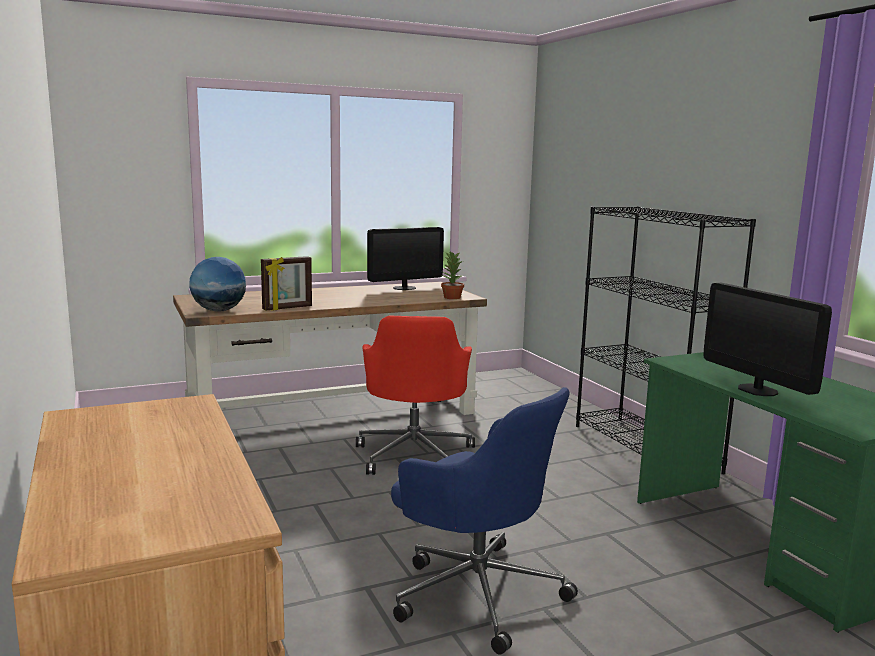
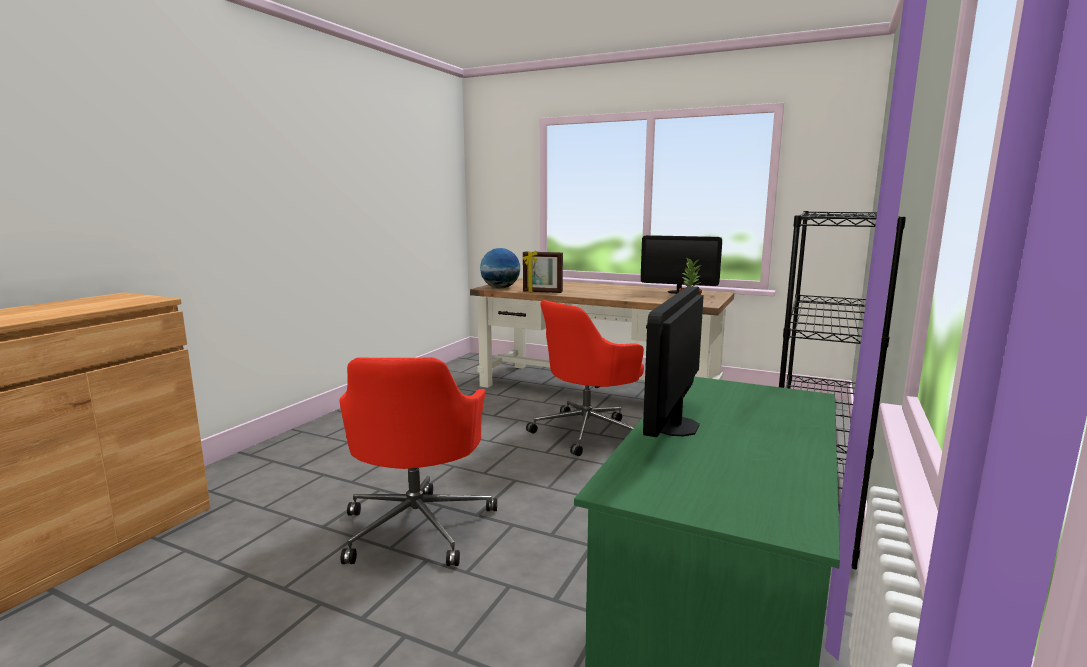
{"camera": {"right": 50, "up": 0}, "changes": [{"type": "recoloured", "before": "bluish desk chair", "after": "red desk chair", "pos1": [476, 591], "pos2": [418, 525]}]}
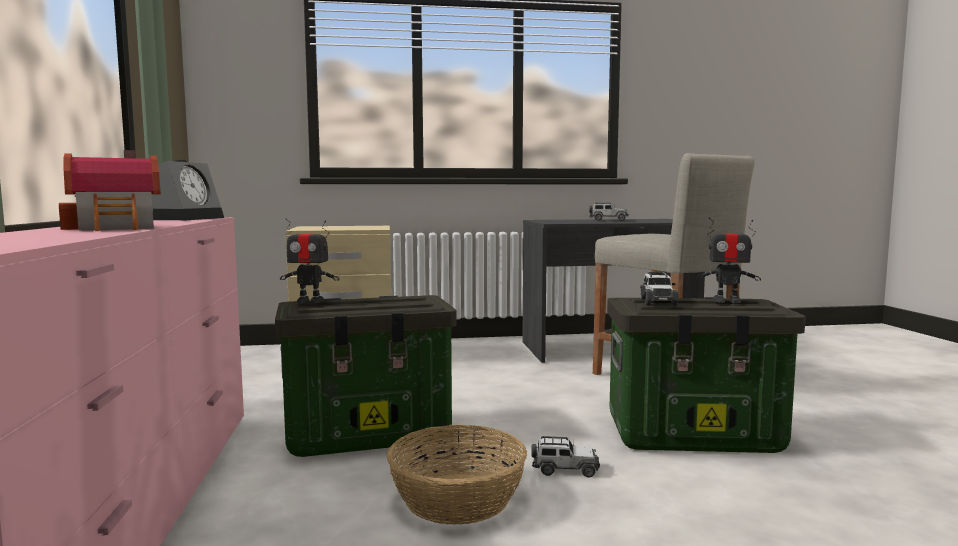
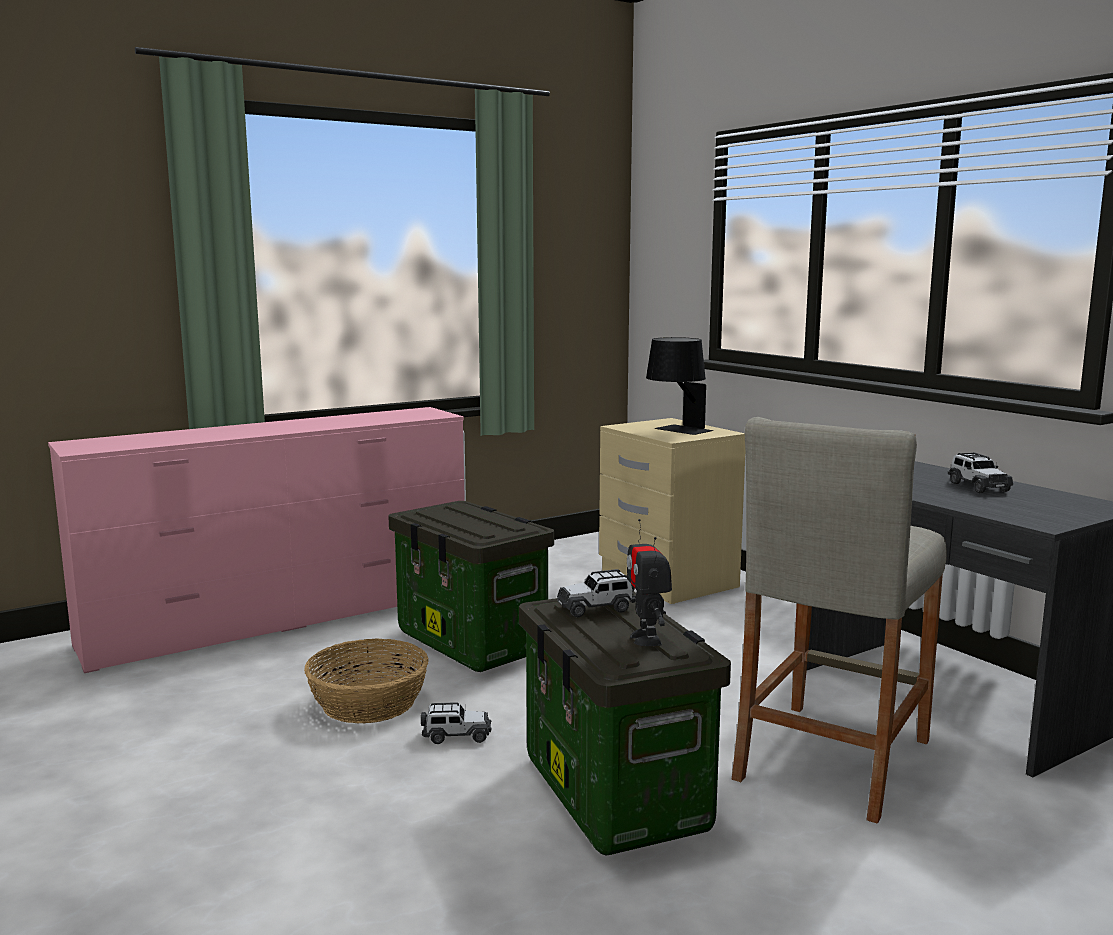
{"camera": {"right": 65, "up": 5}, "changes": [{"type": "removed", "before": "miniature house", "pos1": [120, 228]}, {"type": "removed", "before": "alarm clock", "pos1": [187, 218]}, {"type": "removed", "before": "toy robot", "pos1": [309, 301]}, {"type": "turned", "before": "miniature car", "pos1": [565, 469], "pos2": [456, 735], "turn": -75}, {"type": "added", "after": "black tabletop lamp", "pos2": [676, 431]}]}
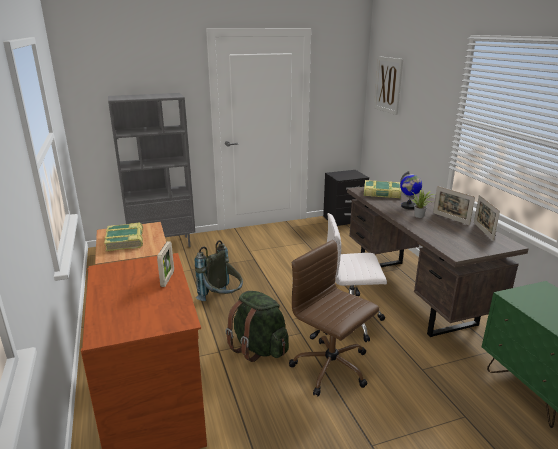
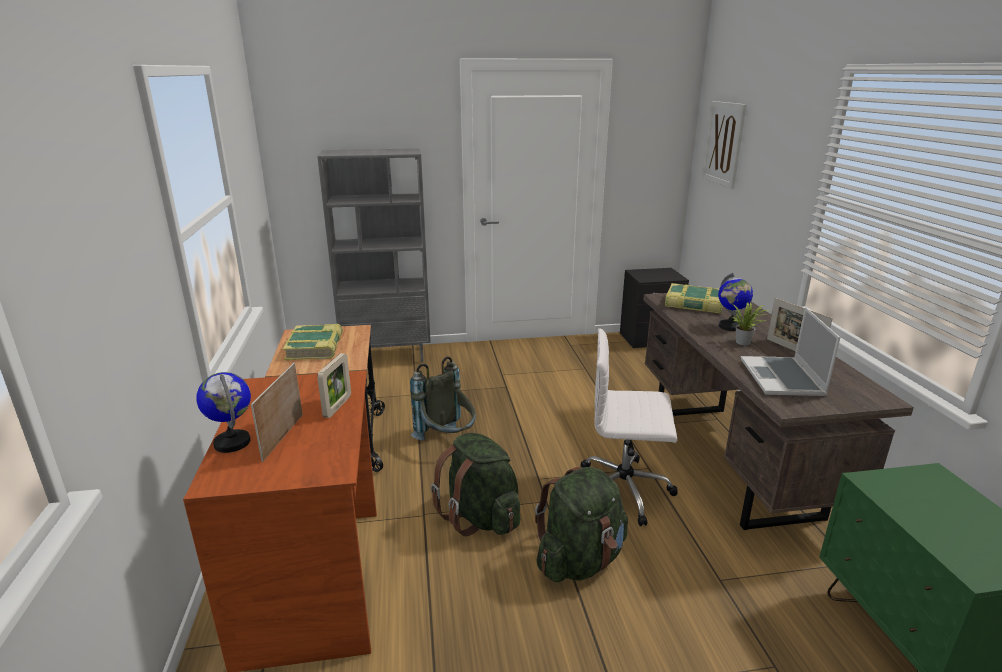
{"camera": {"right": 10, "up": 0}, "changes": [{"type": "replaced", "before": "brownish desk chair", "after": "green-coloured backpack", "pos1": [332, 368], "pos2": [580, 560]}, {"type": "moved", "before": "photo frame", "pos1": [483, 231], "pos2": [283, 436]}, {"type": "added", "after": "world globe", "pos2": [232, 442]}, {"type": "added", "after": "portable computer", "pos2": [783, 378]}]}
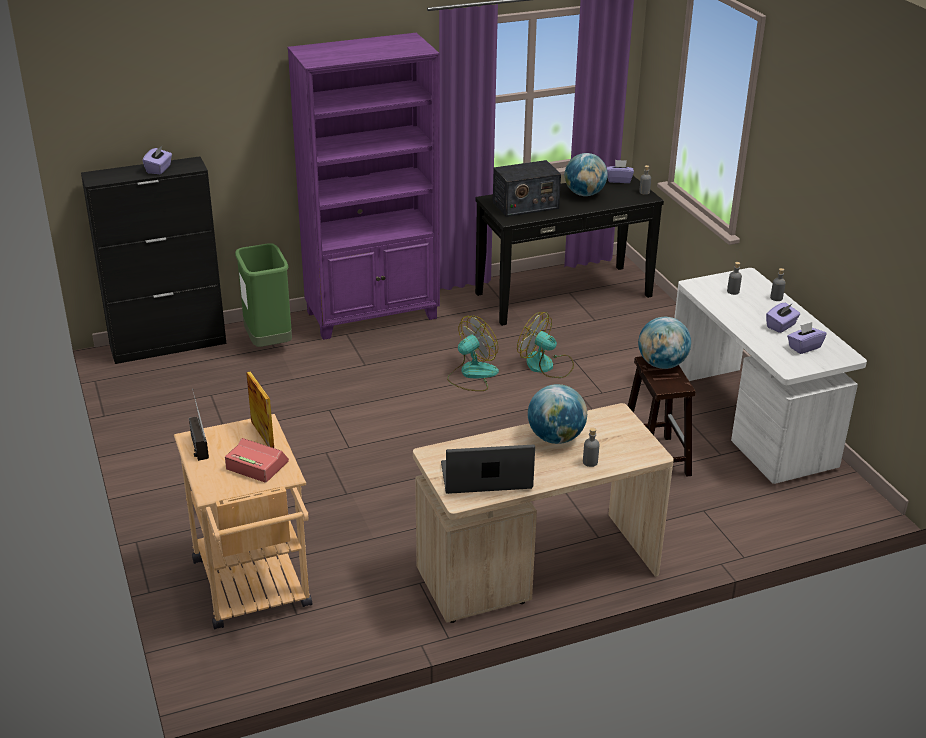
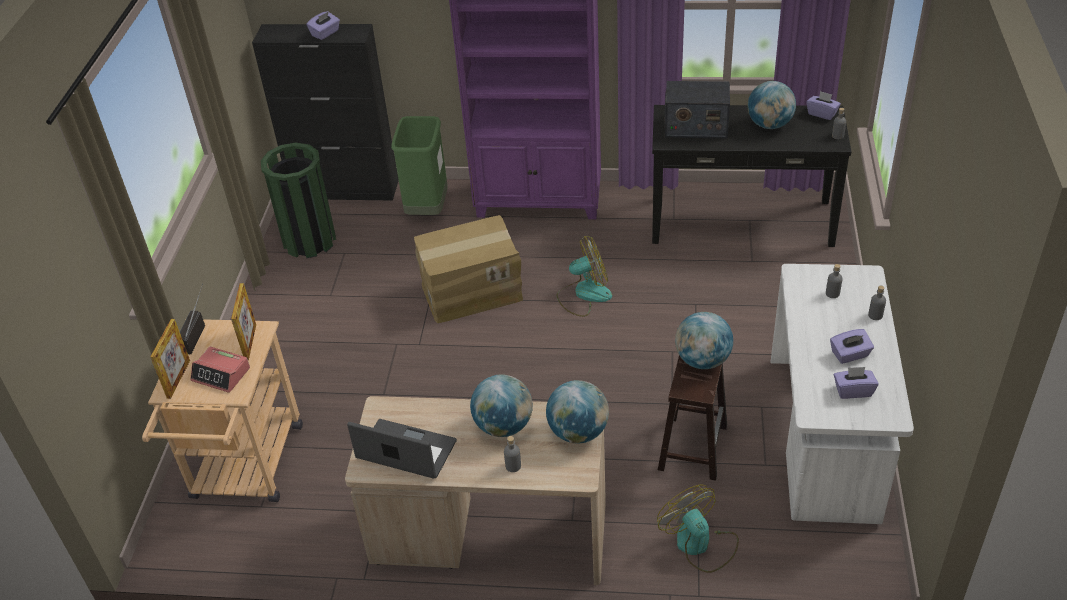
{"camera": {"right": 30, "up": 10}, "changes": [{"type": "turned", "before": "alarm clock", "pos1": [256, 465], "pos2": [221, 374], "turn": 150}, {"type": "moved", "before": "electric fan", "pos1": [546, 366], "pos2": [699, 544]}, {"type": "added", "after": "photo frame", "pos2": [178, 379]}, {"type": "added", "after": "green-coloured waste bin", "pos2": [309, 241]}, {"type": "added", "after": "carton", "pos2": [471, 291]}, {"type": "added", "after": "world globe", "pos2": [578, 432]}]}
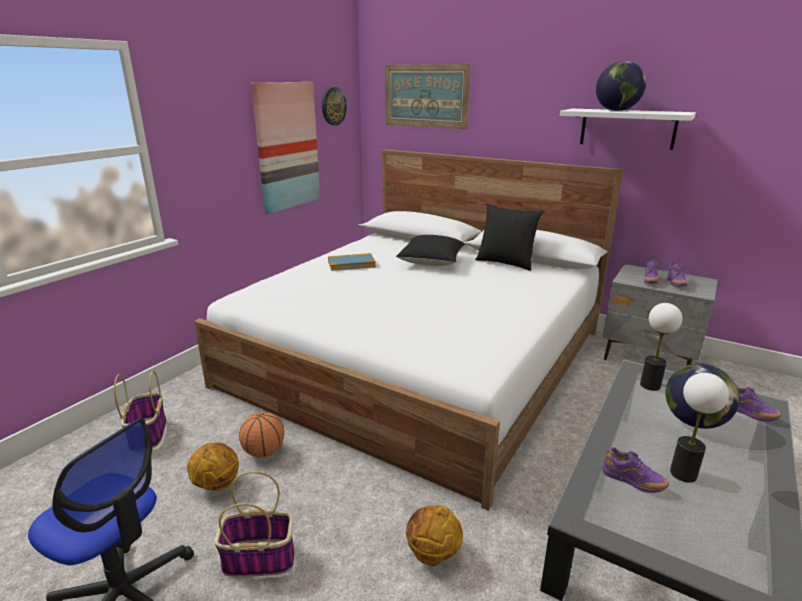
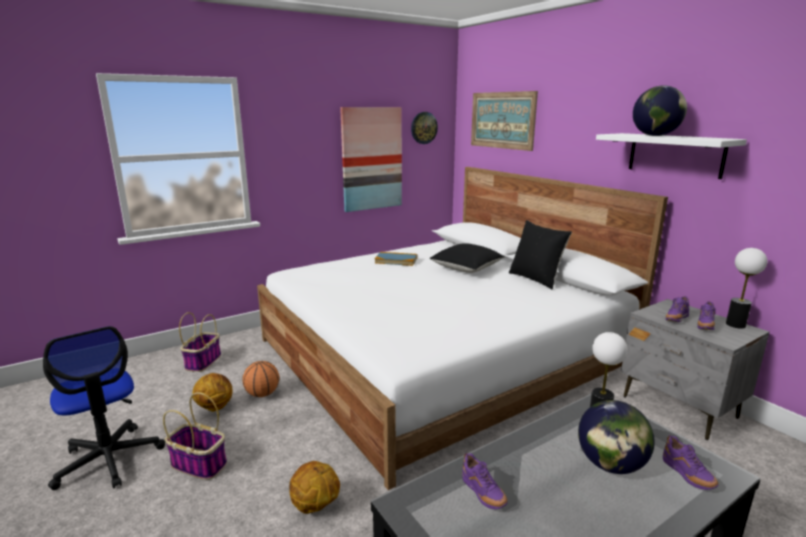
{"camera": {"right": 25, "up": -5}, "changes": [{"type": "moved", "before": "tabletop lamp", "pos1": [683, 474], "pos2": [736, 325]}]}
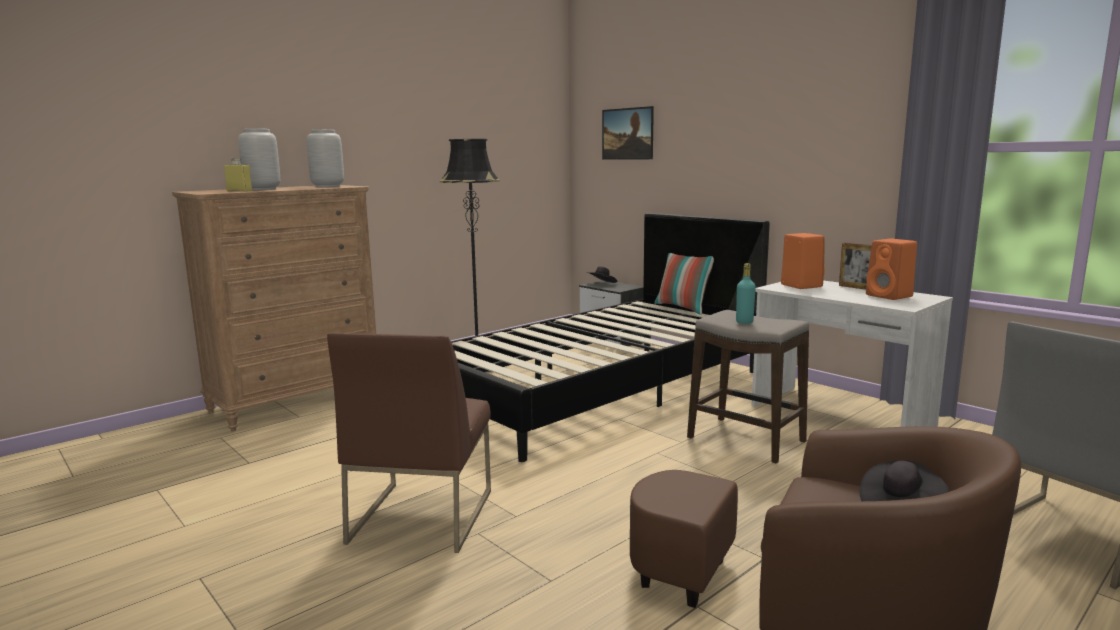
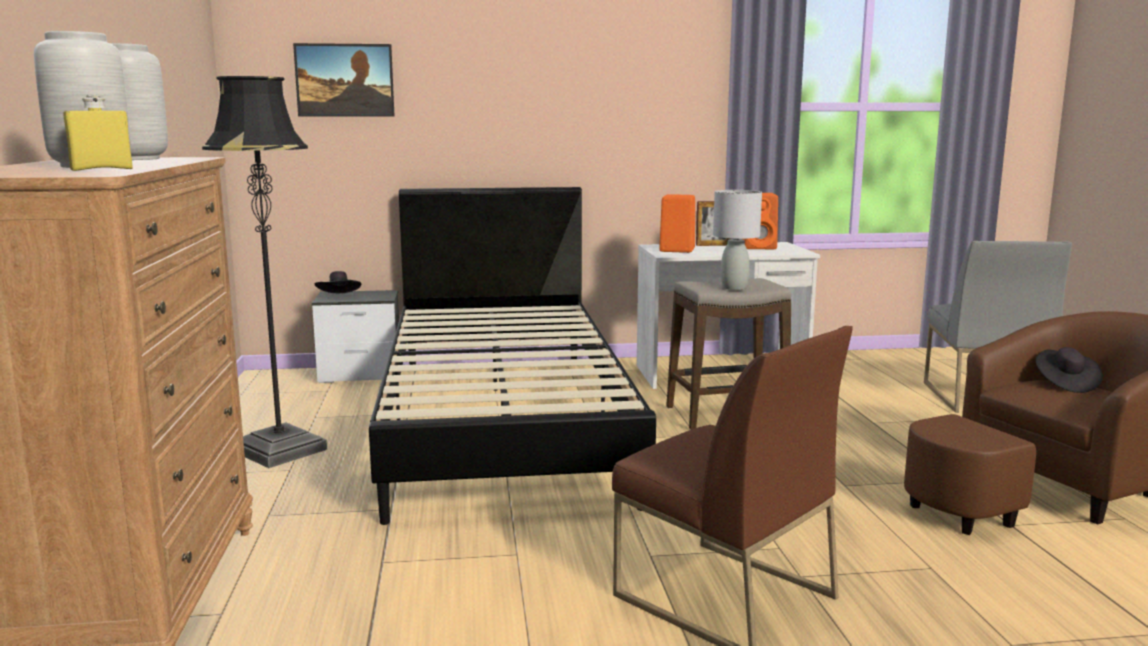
{"camera": {"right": -55, "up": 0}, "changes": [{"type": "removed", "before": "pillow", "pos1": [683, 308]}, {"type": "replaced", "before": "blue-green drink bottle", "after": "gray tabletop lamp", "pos1": [744, 322], "pos2": [734, 287]}]}
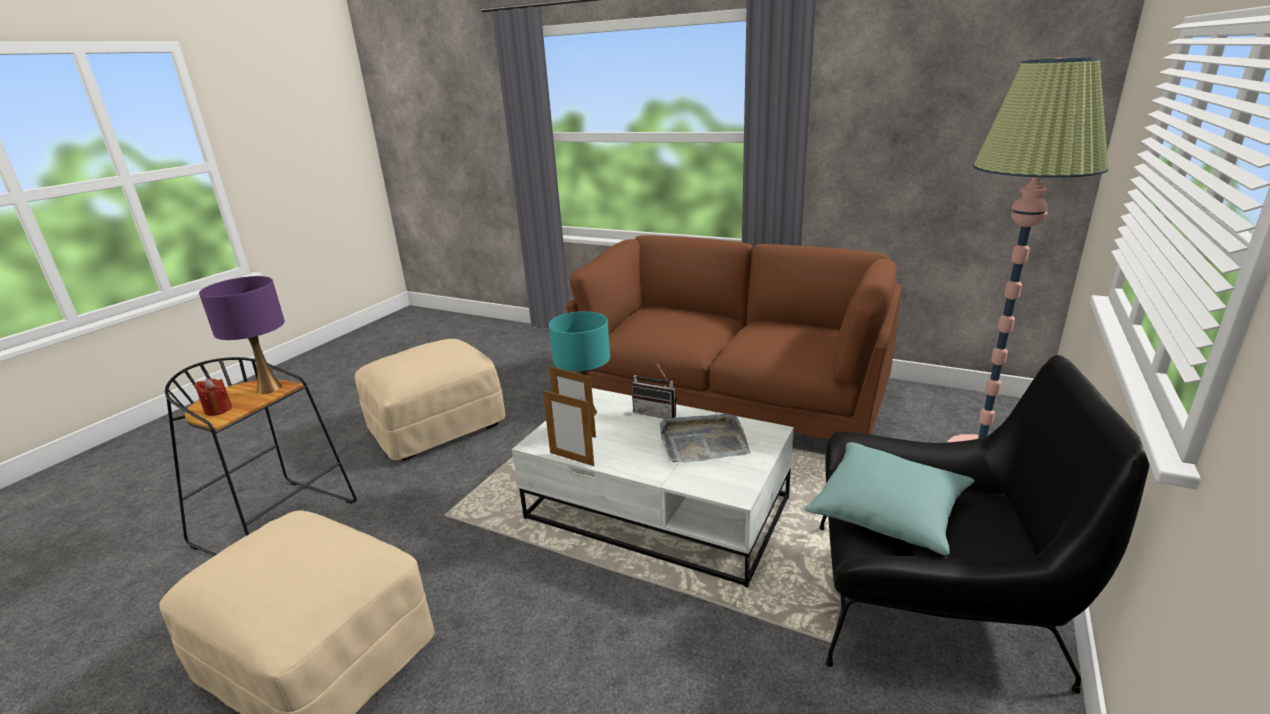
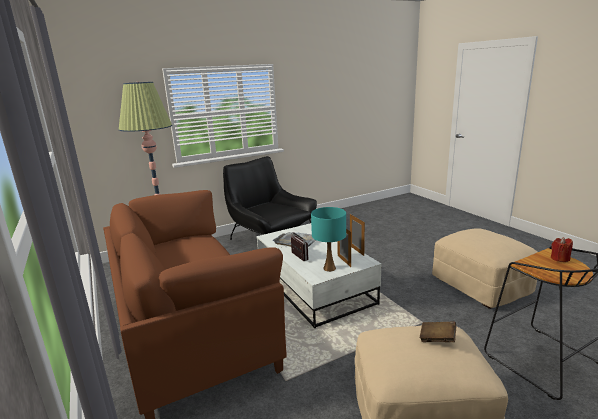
{"camera": {"right": -145, "up": -5}, "changes": [{"type": "removed", "before": "purplish tabletop lamp", "pos1": [269, 389]}, {"type": "removed", "before": "blue-green pillow", "pos1": [888, 512]}, {"type": "added", "after": "brownish bound book", "pos2": [437, 339]}]}
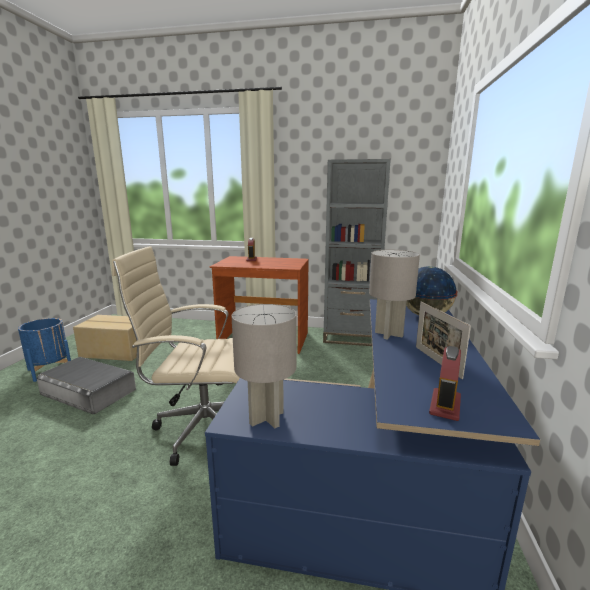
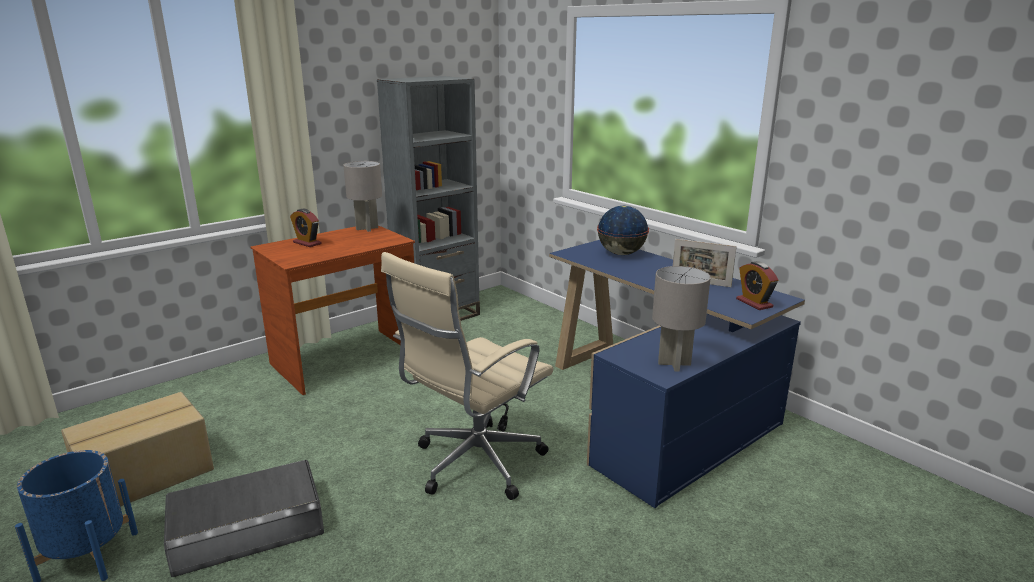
{"camera": {"right": -50, "up": 5}, "changes": [{"type": "moved", "before": "gray tabletop lamp", "pos1": [389, 334], "pos2": [367, 228]}]}
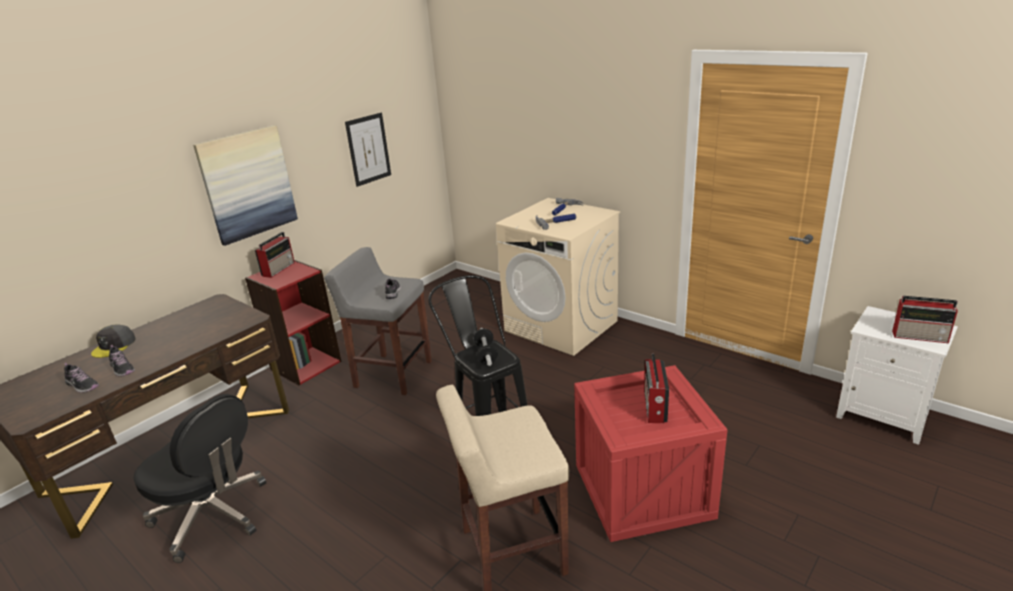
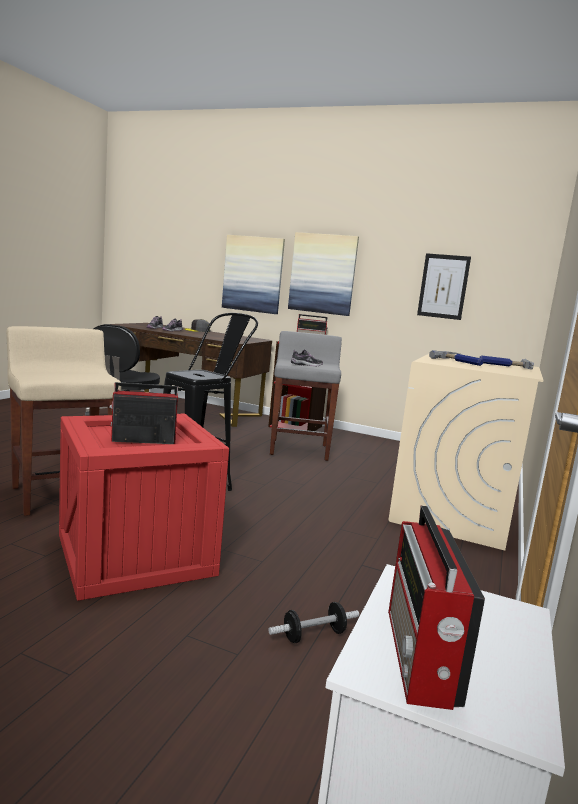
{"camera": {"right": 70, "up": -15}, "changes": [{"type": "moved", "before": "hand weight", "pos1": [486, 354], "pos2": [313, 635]}, {"type": "added", "after": "wall picture", "pos2": [253, 274]}]}
